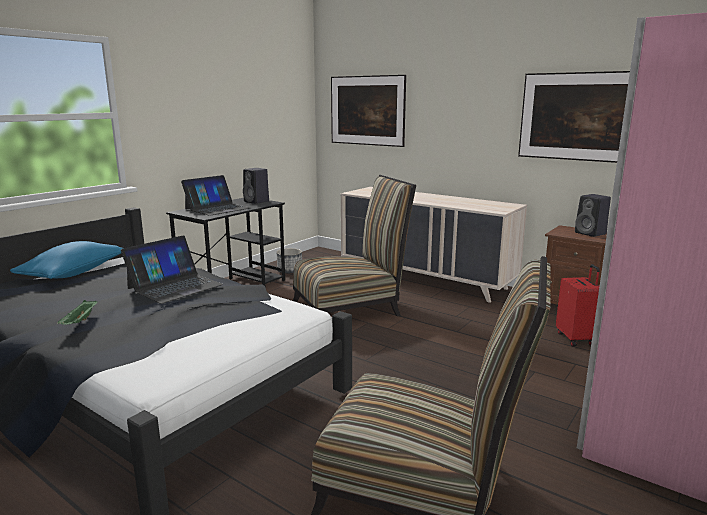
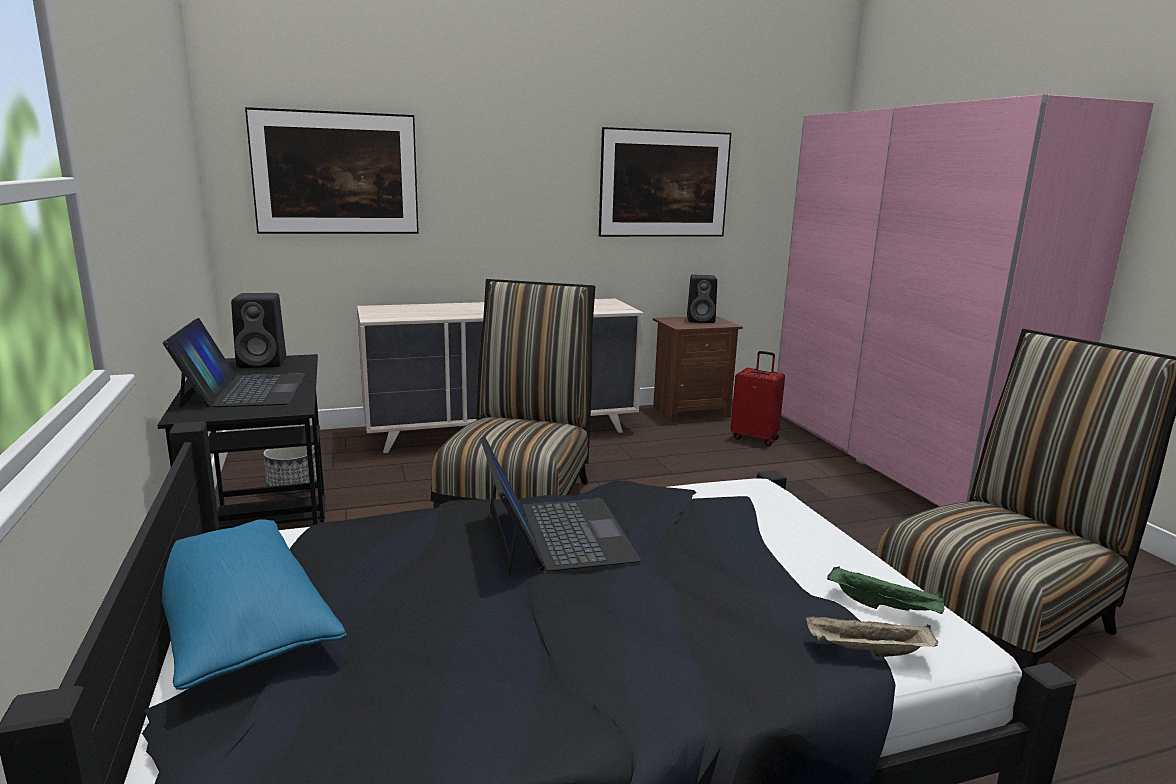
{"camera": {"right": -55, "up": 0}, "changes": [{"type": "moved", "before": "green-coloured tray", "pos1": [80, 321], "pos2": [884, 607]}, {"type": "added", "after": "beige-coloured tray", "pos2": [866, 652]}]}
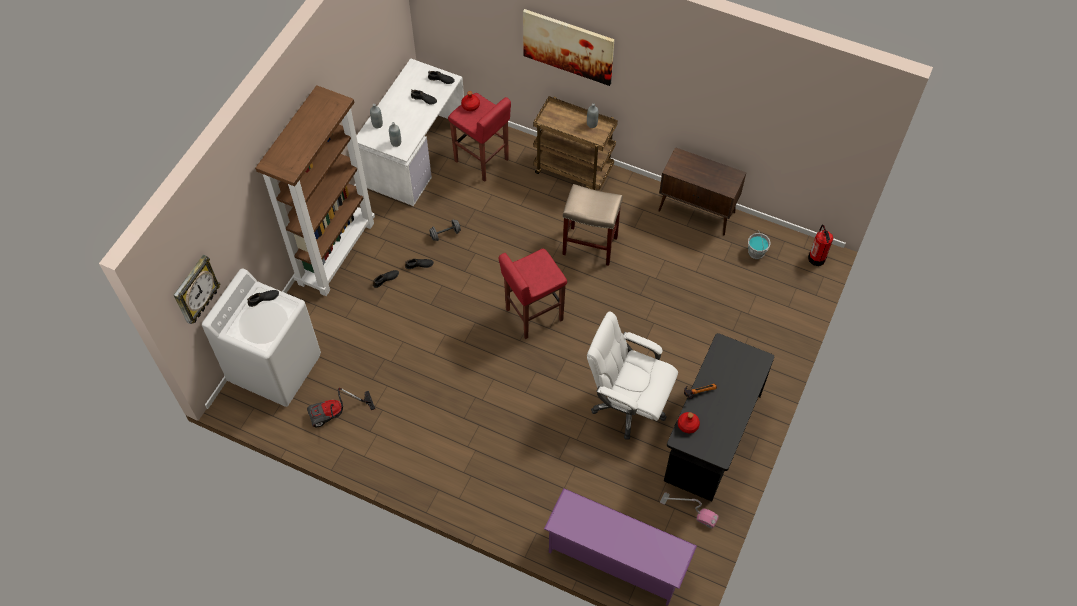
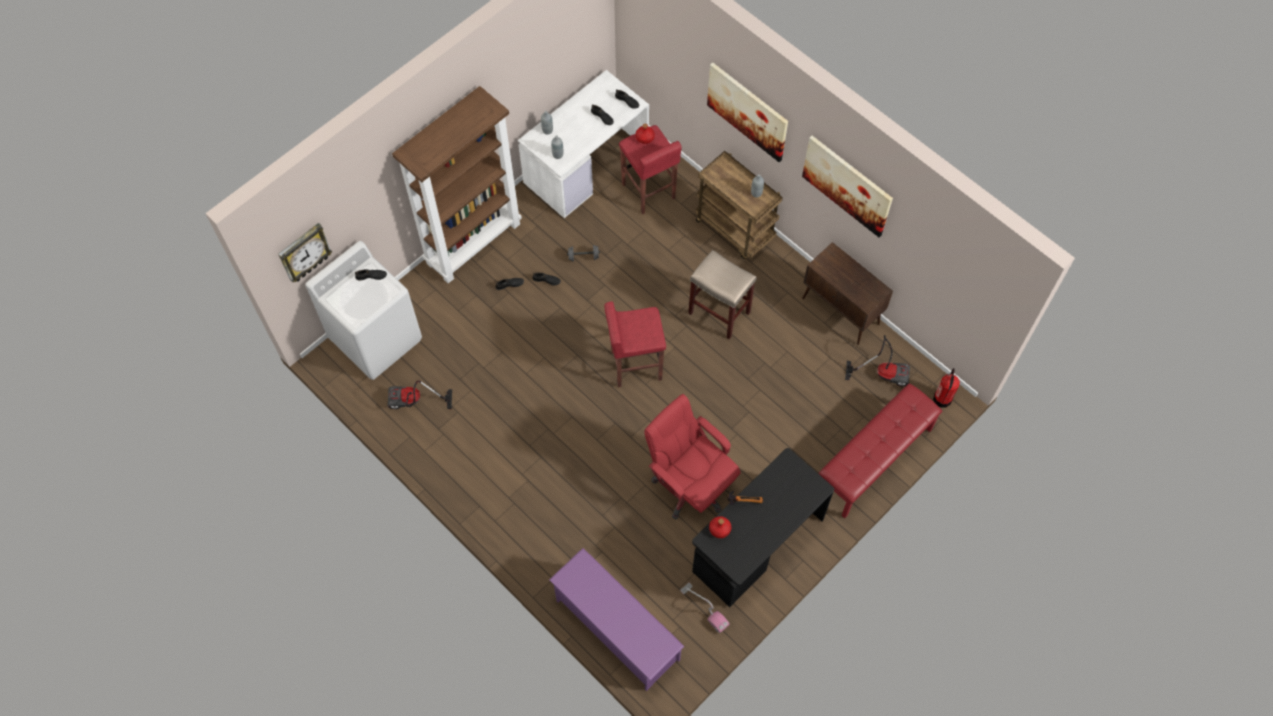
{"camera": {"right": 20, "up": 5}, "changes": [{"type": "recoloured", "before": "white desk chair", "after": "red desk chair", "pos1": [628, 405], "pos2": [689, 485]}, {"type": "replaced", "before": "gray water bucket", "after": "vacuum cleaner", "pos1": [756, 252], "pos2": [883, 373]}, {"type": "added", "after": "wall picture", "pos2": [847, 185]}, {"type": "added", "after": "red bench", "pos2": [874, 461]}]}
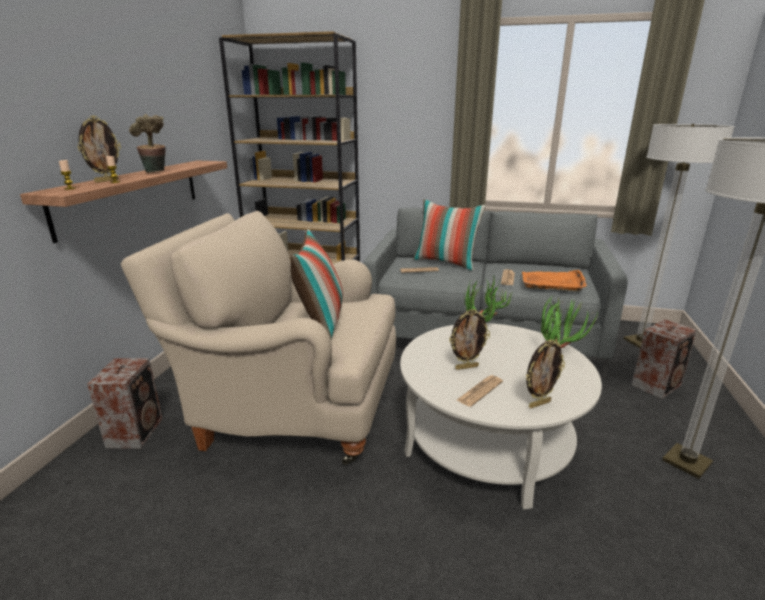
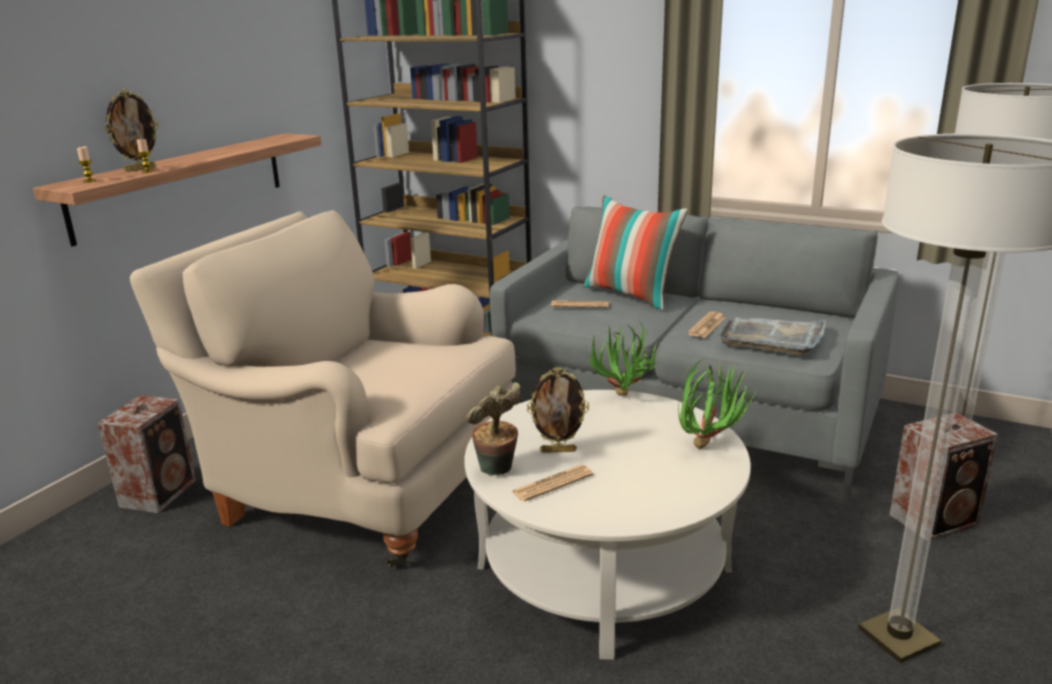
{"camera": {"right": 15, "up": 0}, "changes": [{"type": "moved", "before": "plant in a pot", "pos1": [156, 172], "pos2": [497, 471]}, {"type": "removed", "before": "pillow", "pos1": [320, 322]}, {"type": "recoloured", "before": "orangey tray", "after": "gray tray", "pos1": [552, 282], "pos2": [772, 337]}, {"type": "removed", "before": "photo frame", "pos1": [539, 404]}]}
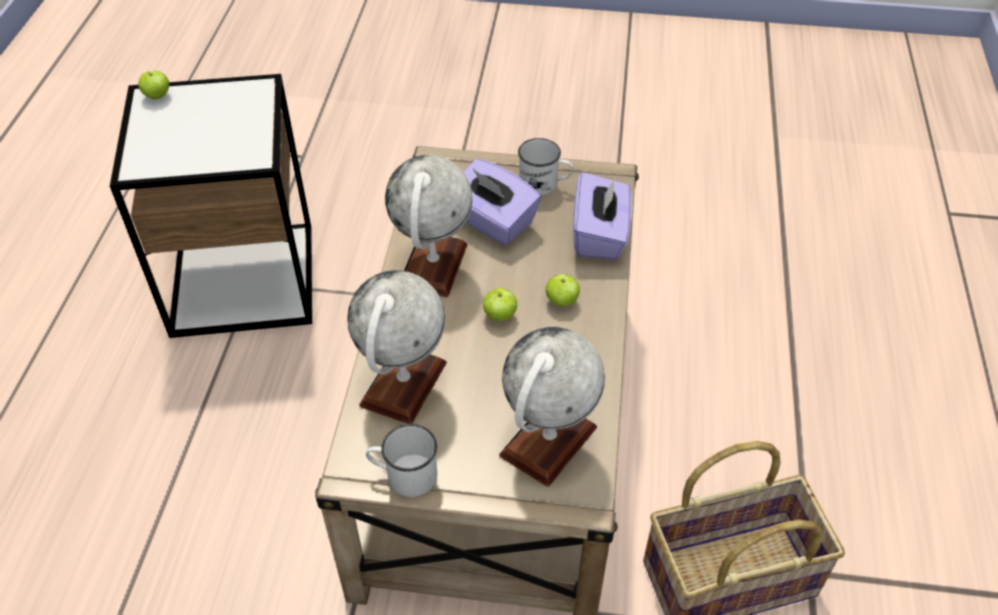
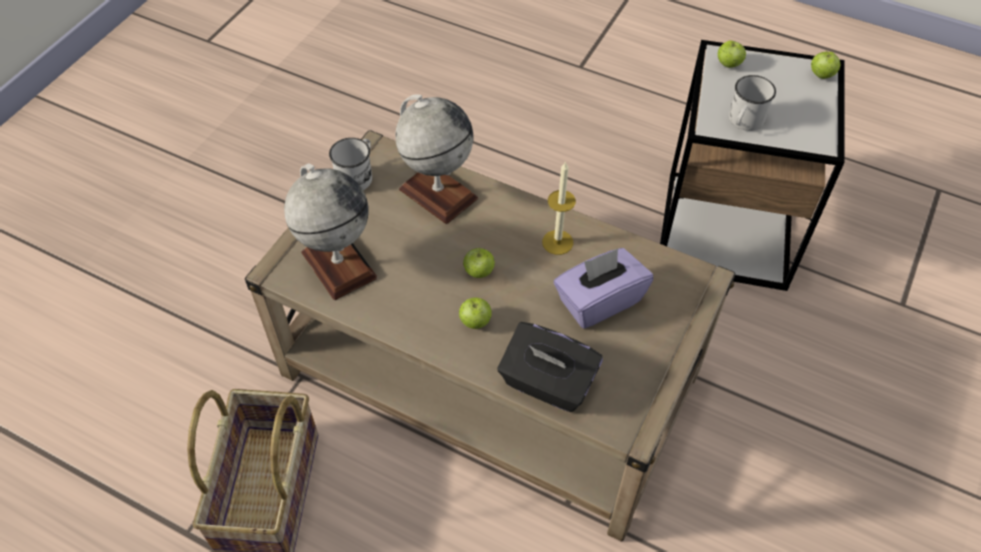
{"camera": {"right": 110, "up": 5}, "changes": [{"type": "replaced", "before": "world globe", "after": "wax light", "pos1": [433, 266], "pos2": [557, 242]}, {"type": "moved", "before": "white mug", "pos1": [544, 184], "pos2": [743, 122]}, {"type": "recoloured", "before": "purplish tissue holder", "after": "black tissue holder", "pos1": [599, 235], "pos2": [547, 383]}, {"type": "added", "after": "apple fruit", "pos2": [728, 64]}]}
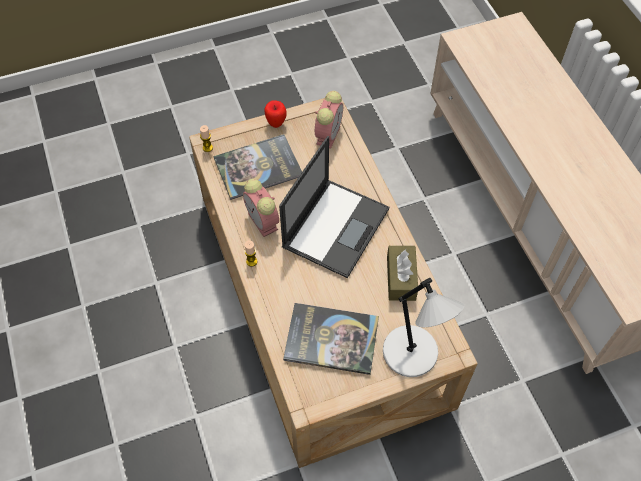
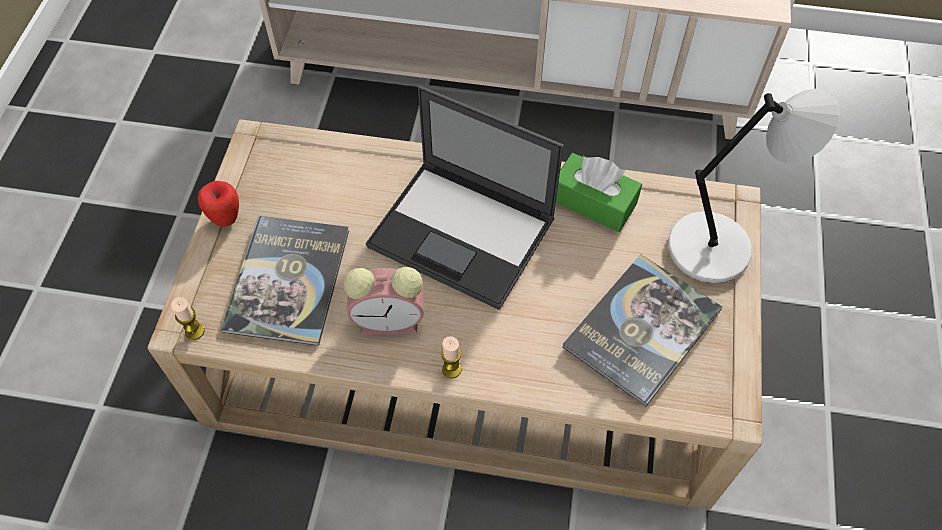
{"camera": {"right": -60, "up": 0}, "changes": [{"type": "turned", "before": "portable computer", "pos1": [336, 226], "pos2": [463, 233], "turn": 150}, {"type": "removed", "before": "alarm clock", "pos1": [328, 134]}, {"type": "recoloured", "before": "brownish tissue holder", "after": "green-coloured tissue holder", "pos1": [401, 278], "pos2": [593, 202]}]}
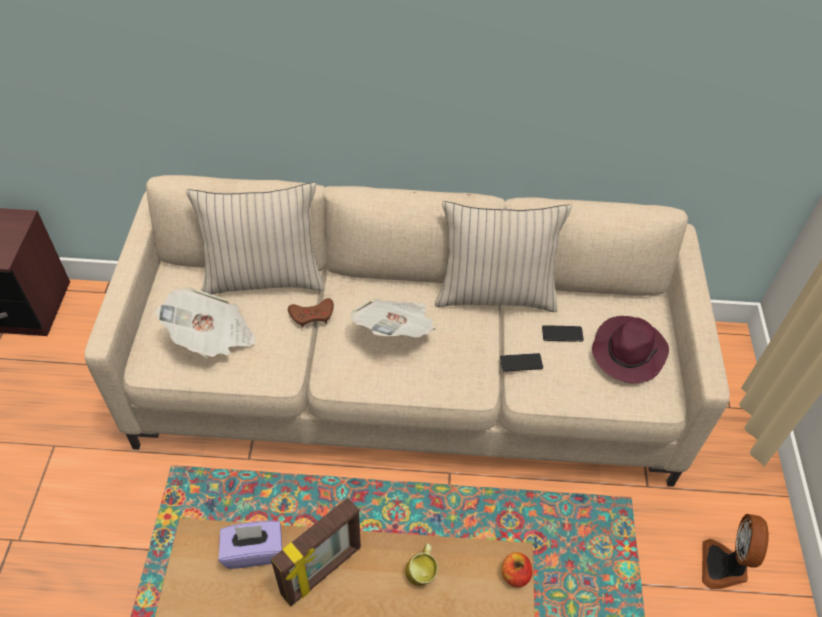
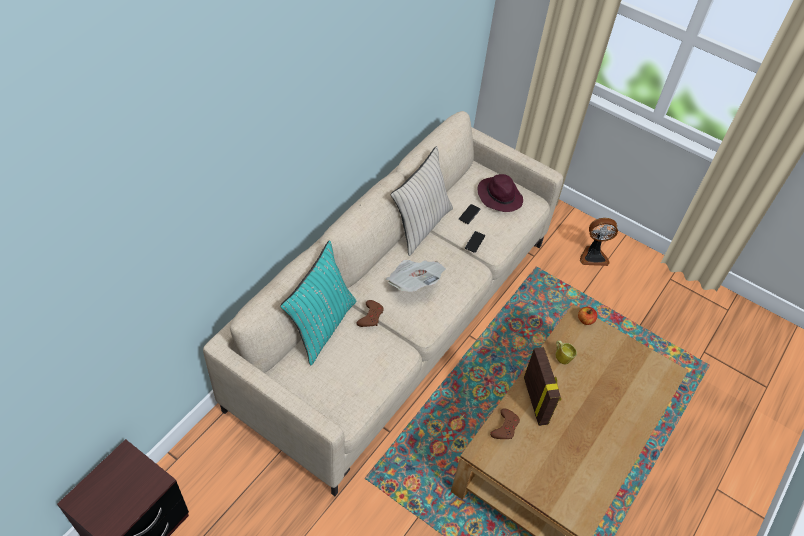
{"camera": {"right": -60, "up": 0}, "changes": [{"type": "removed", "before": "newspaper", "pos1": [212, 337]}, {"type": "recoloured", "before": "beige-coloured pillow", "after": "blue-green pillow", "pos1": [263, 278], "pos2": [321, 326]}, {"type": "replaced", "before": "purplish tissue holder", "after": "brownish joypad", "pos1": [253, 551], "pos2": [505, 427]}, {"type": "turned", "before": "electric fan", "pos1": [724, 567], "pos2": [593, 255], "turn": -45}]}
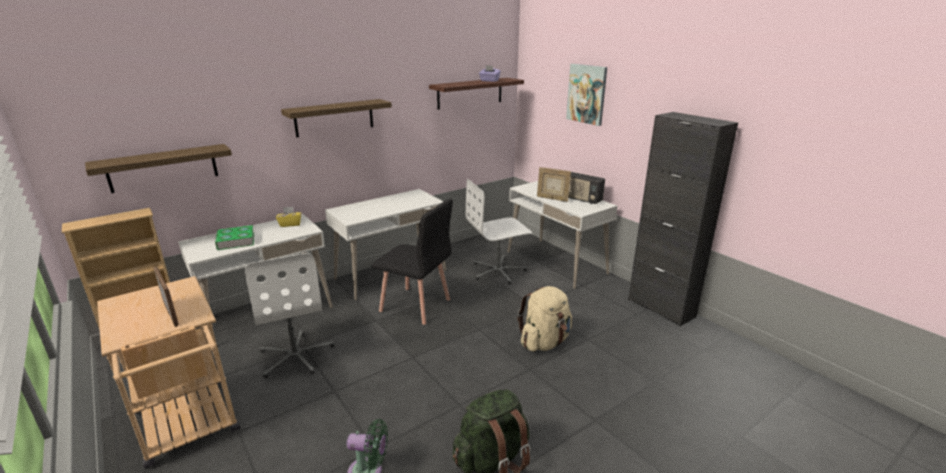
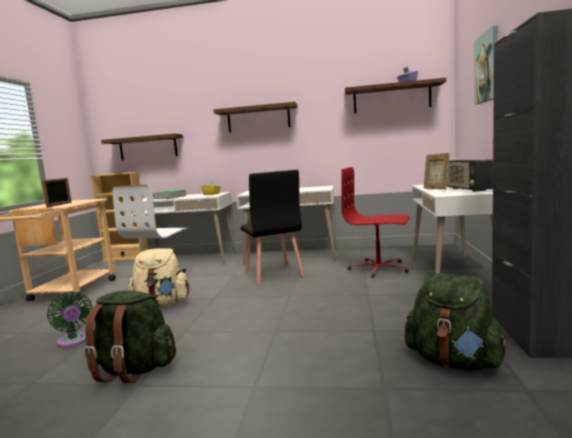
{"camera": {"right": 45, "up": -15}, "changes": [{"type": "recoloured", "before": "white desk chair", "after": "red desk chair", "pos1": [498, 271], "pos2": [379, 268]}, {"type": "moved", "before": "beige-coloured backpack", "pos1": [544, 342], "pos2": [162, 304]}, {"type": "added", "after": "green-coloured backpack", "pos2": [453, 361]}]}
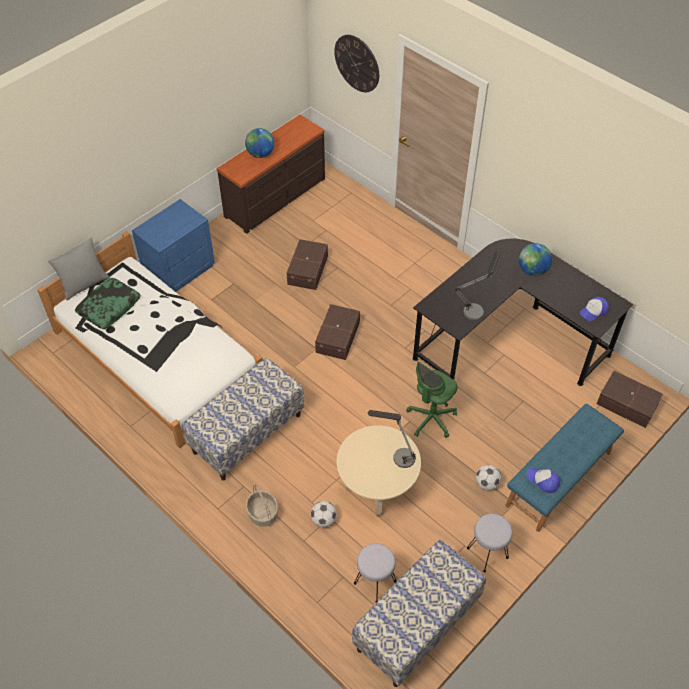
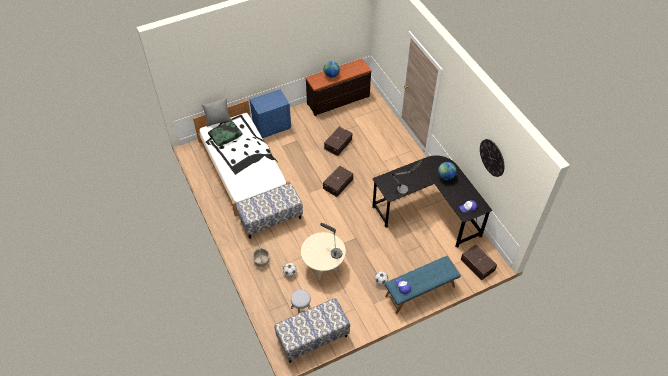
{"camera": {"right": 20, "up": 0}, "changes": [{"type": "moved", "before": "wall clock", "pos1": [357, 63], "pos2": [492, 157]}, {"type": "removed", "before": "green-coloured desk chair", "pos1": [431, 419]}, {"type": "removed", "before": "gray sitting stool", "pos1": [487, 553]}]}
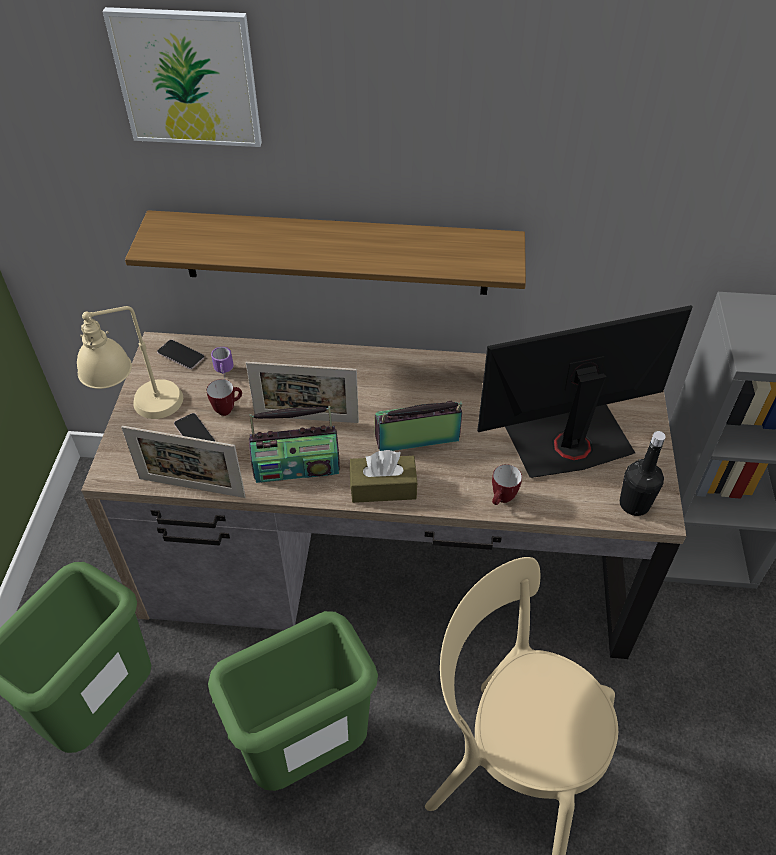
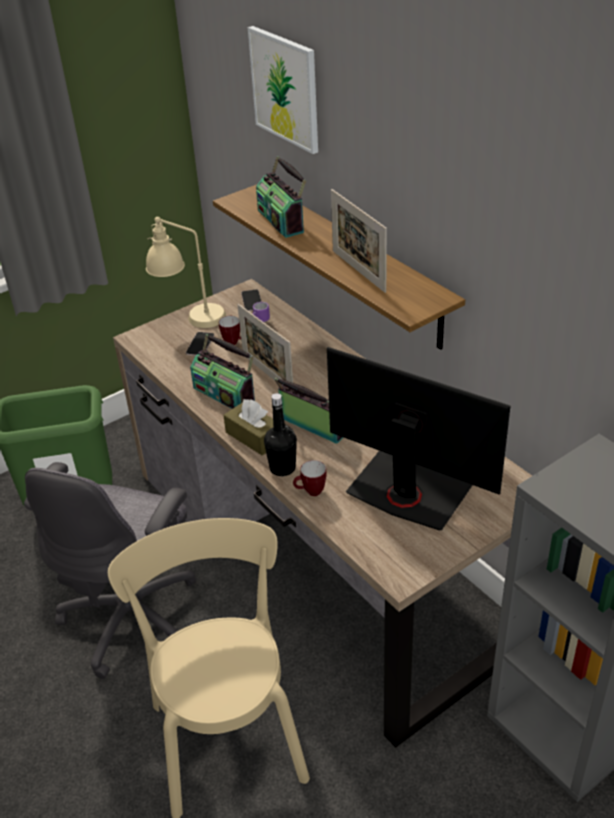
{"camera": {"right": 50, "up": -10}, "changes": [{"type": "moved", "before": "photo frame", "pos1": [192, 487], "pos2": [358, 271]}, {"type": "replaced", "before": "green-coloured waste bin", "after": "gray desk chair", "pos1": [306, 752], "pos2": [134, 616]}, {"type": "moved", "before": "black drink bottle", "pos1": [634, 504], "pos2": [282, 468]}, {"type": "added", "after": "radio receiver", "pos2": [282, 220]}]}
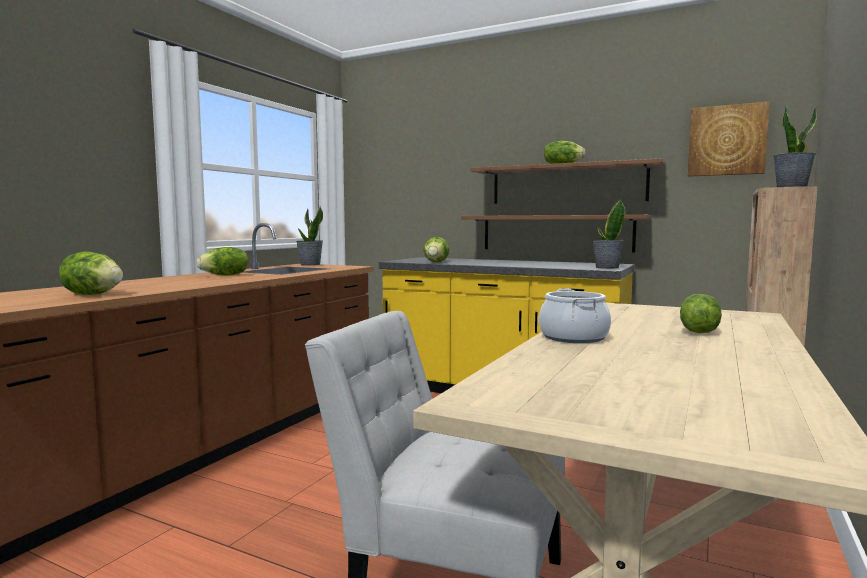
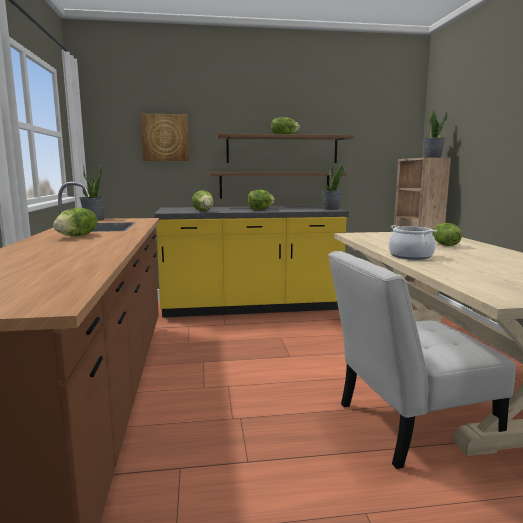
{"camera": {"right": -35, "up": 5}, "changes": [{"type": "moved", "before": "lettuce head", "pos1": [93, 295], "pos2": [260, 209]}, {"type": "moved", "before": "wall picture", "pos1": [727, 140], "pos2": [165, 137]}]}
